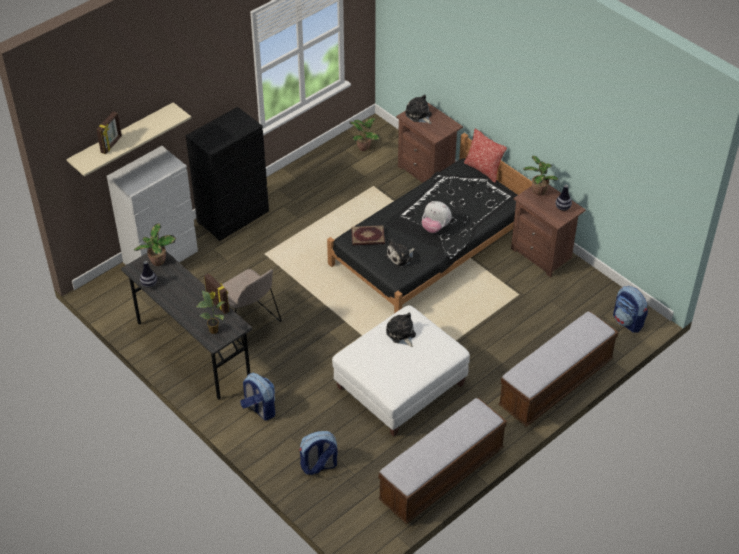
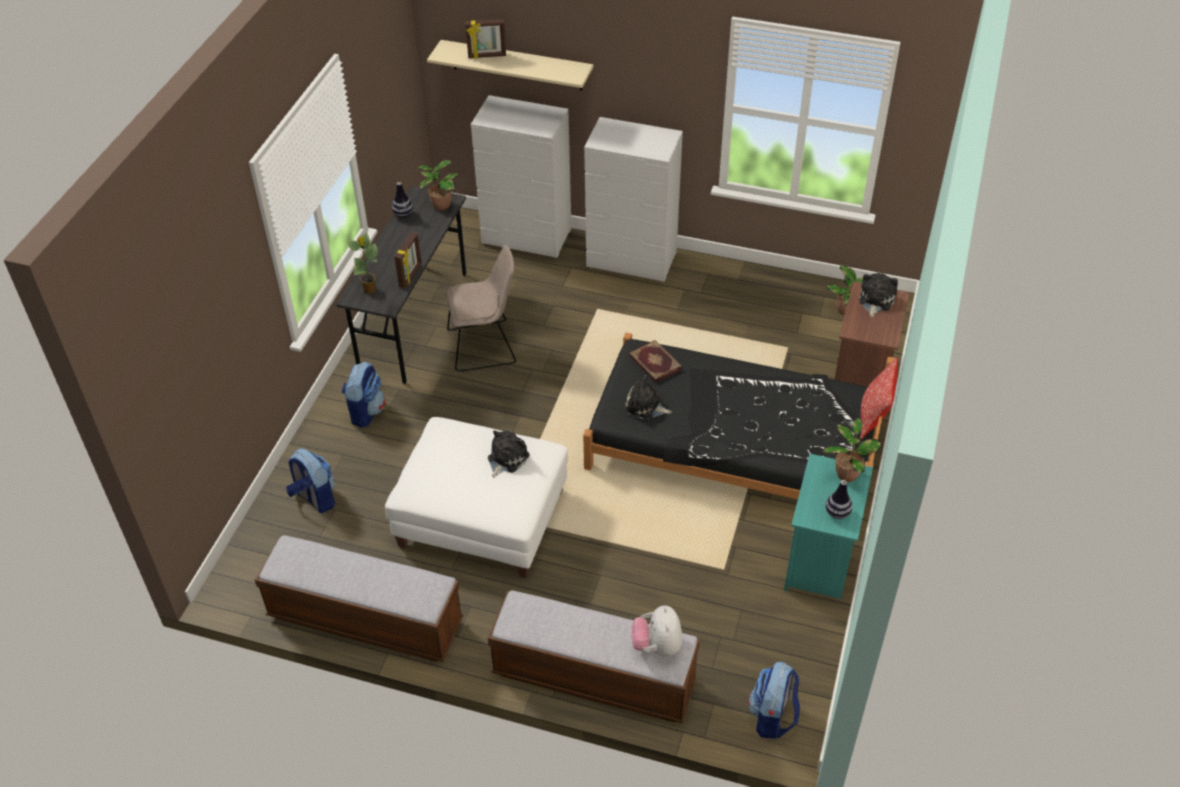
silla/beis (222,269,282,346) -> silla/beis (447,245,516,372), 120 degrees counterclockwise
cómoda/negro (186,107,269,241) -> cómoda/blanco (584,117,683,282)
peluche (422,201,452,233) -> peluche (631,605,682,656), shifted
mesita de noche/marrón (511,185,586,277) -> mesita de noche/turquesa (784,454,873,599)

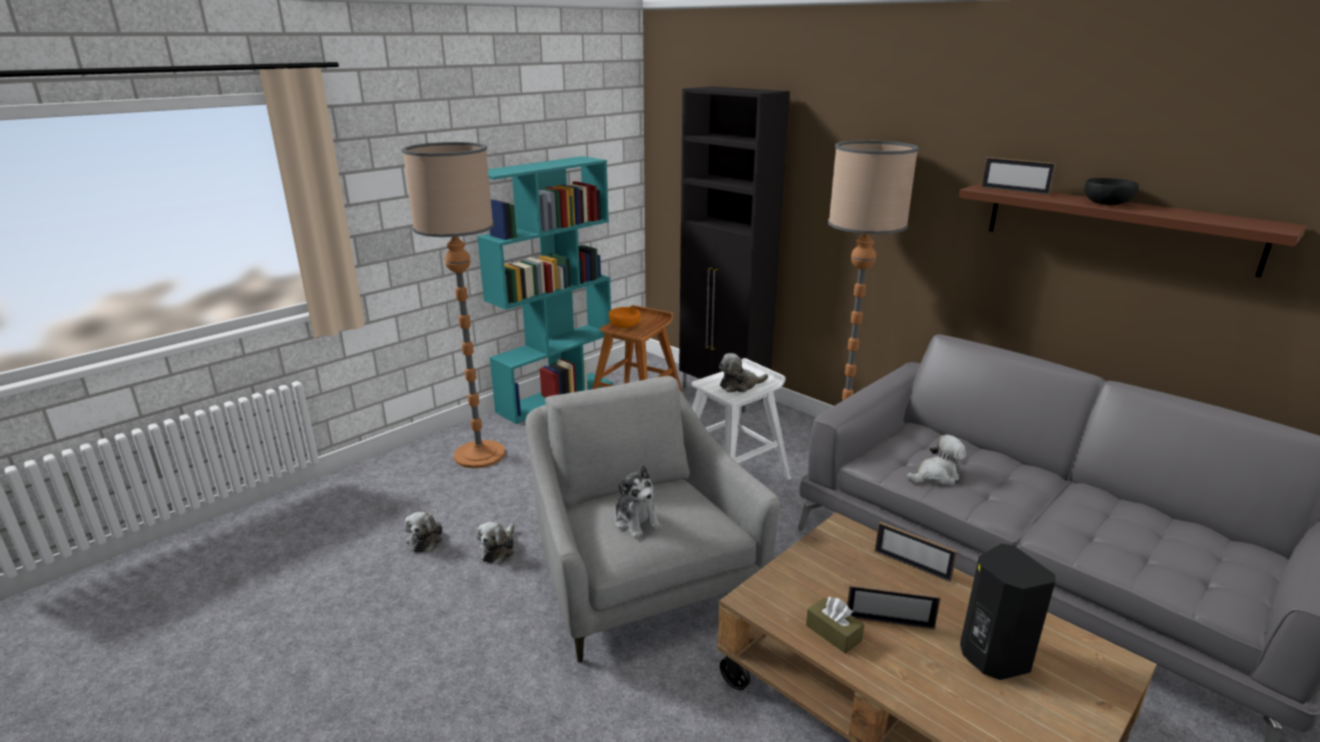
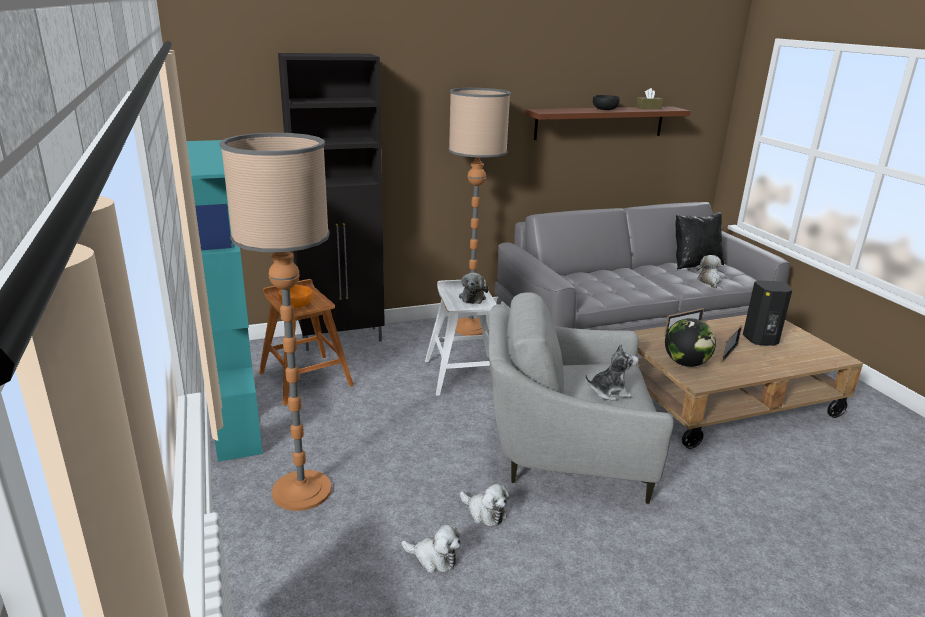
caja de pañuelos/marrón (806,597,864,654) -> caja de pañuelos/marrón (636,88,663,109), shifted
none -> globo terráqueo (665,318,716,367)
none -> cojín/negro (676,212,724,269)
peluche (907,434,966,486) -> peluche (697,255,722,288), shifted
portarretratos (981,157,1056,195) -> none

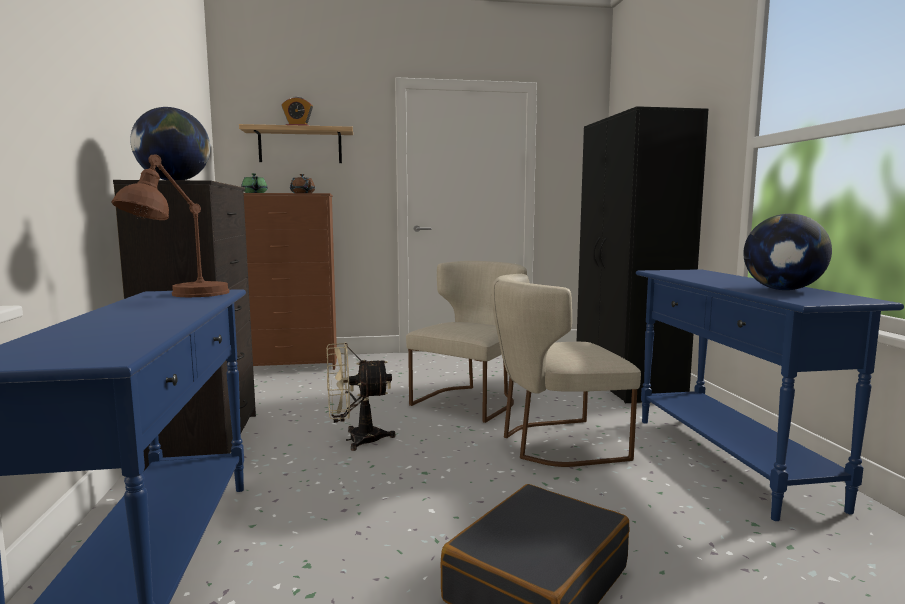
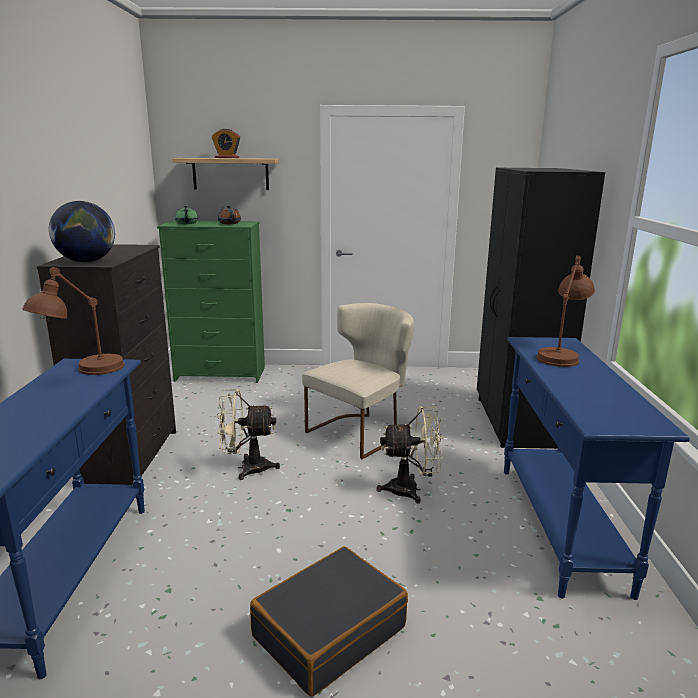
cómoda/marrón (244,193,337,370) -> cómoda/verde (157,220,265,383)
silla/beis (492,274,641,467) -> ventilador/beis (376,406,443,504)
none -> lámpara de mesa/marrón (537,255,595,367)
globo terráqueo (743,214,832,290) -> none

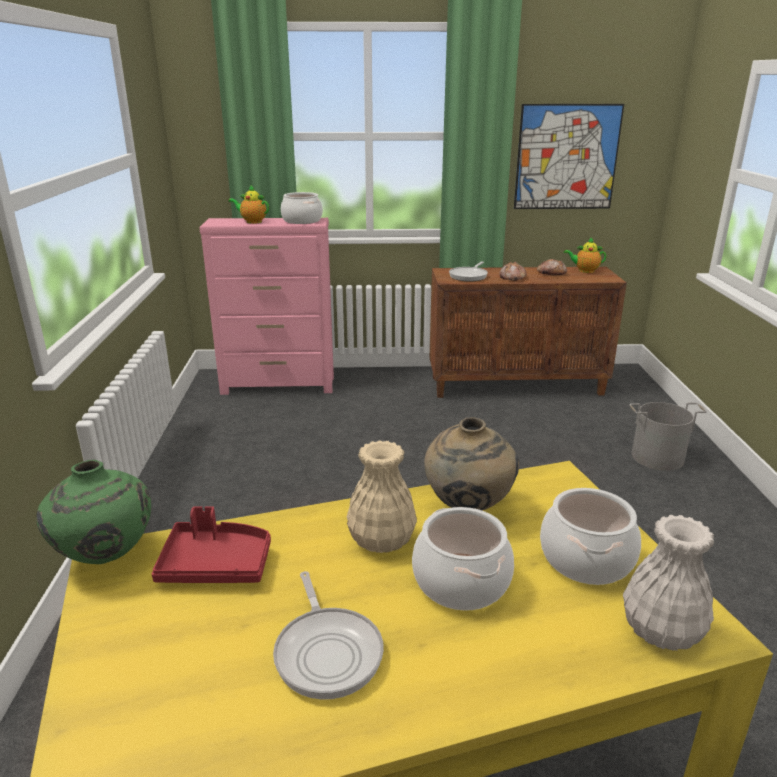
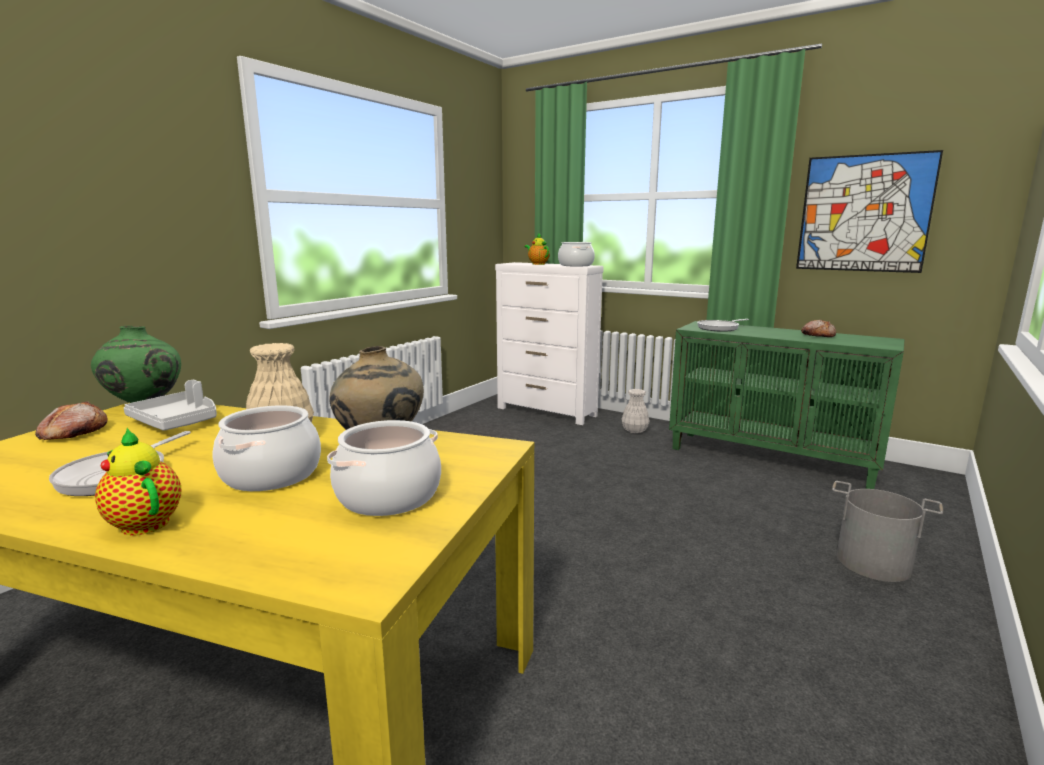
pan (500,262,527,281) -> pan (35,401,108,440), shifted
tetera (564,237,607,273) -> tetera (95,428,182,535), shifted
bandeja/rojo (152,506,271,583) -> bandeja/gris (124,380,217,431)
cómoda/rosa (199,218,334,395) -> cómoda/blanco (495,262,604,425)
florero/blanco (623,515,714,651) -> florero/blanco (621,389,650,433), shifted
armario/marrón (430,267,627,398) -> armario/verde (669,321,905,489)

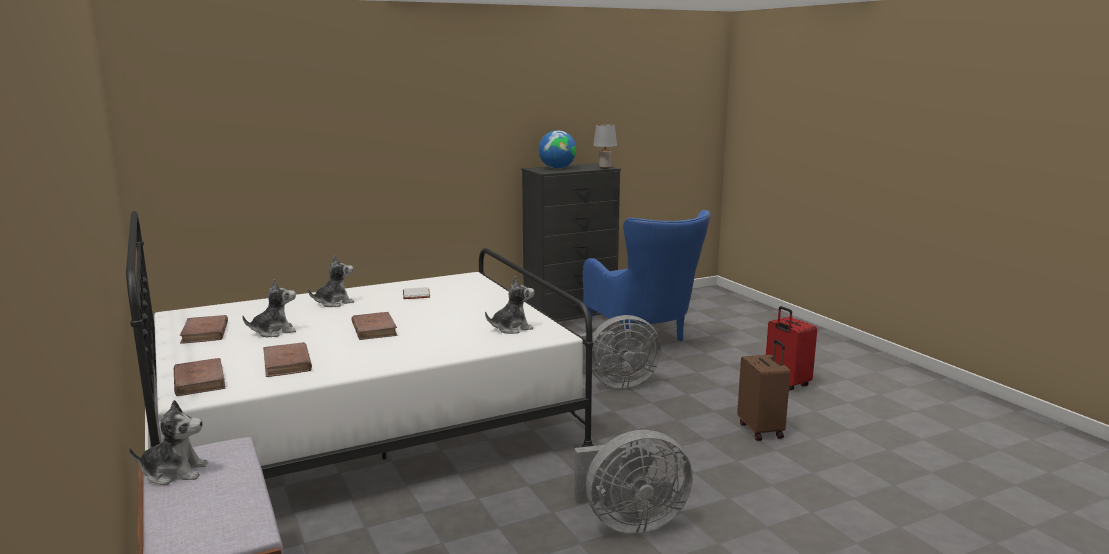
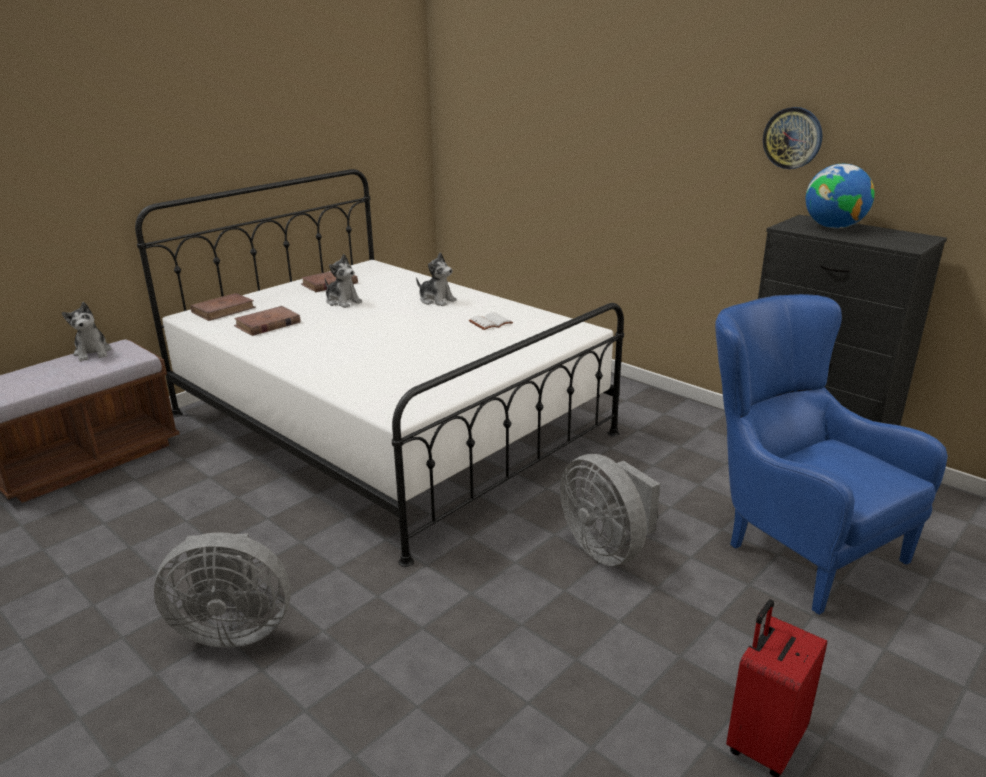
ventilador/gris (574,430,693,534) -> ventilador/gris (154,532,291,648), 60 degrees counterclockwise
sillón/azul (583,210,710,341) -> sillón/azul (715,294,948,615), 105 degrees clockwise
none -> reloj de pared (763,107,823,169)
libro/marrón (351,312,398,340) -> none
peluche (485,277,534,334) -> none
lámpara de mesa/gris (593,124,617,169) -> none
maleta/marrón (737,339,790,441) -> none

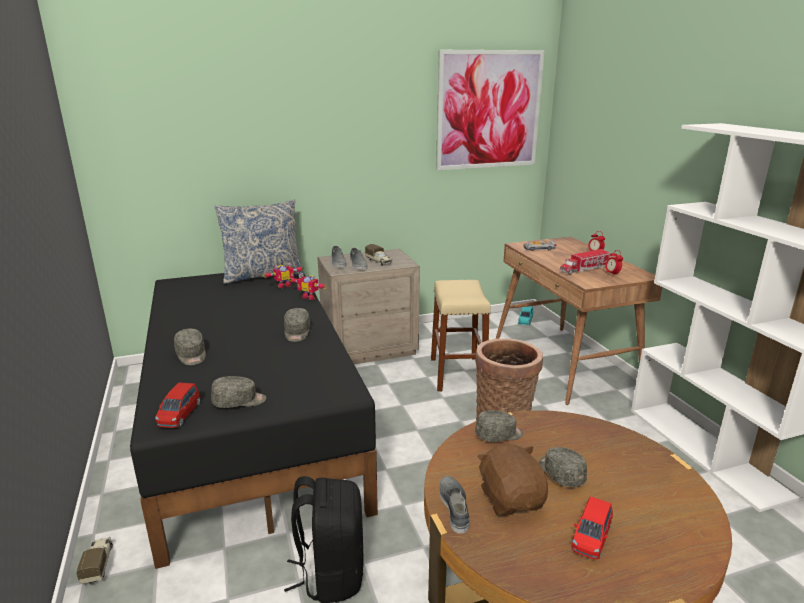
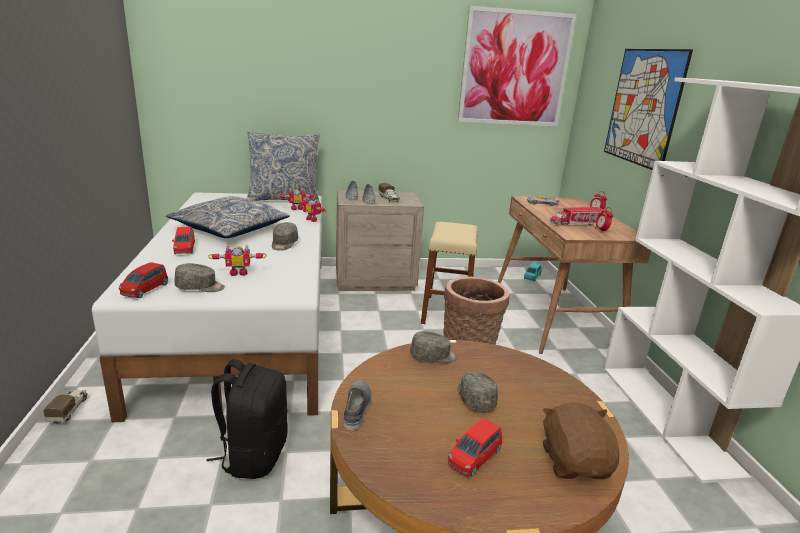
cama/negro (130,273,378,569) -> cama/blanco (92,192,322,422)
none -> cojín (166,196,290,238)
gorra/gris (174,329,206,365) -> coche de juguete/rojo (172,227,195,254)
none -> robot de juguete (208,245,267,276)
peluche/marrón (477,444,548,516) -> peluche/marrón (543,403,620,479), shifted
none -> cuadro (604,49,693,170)

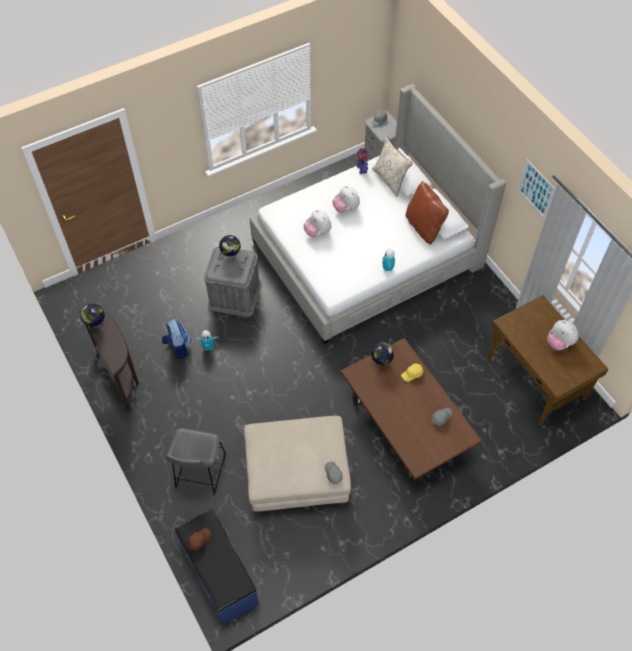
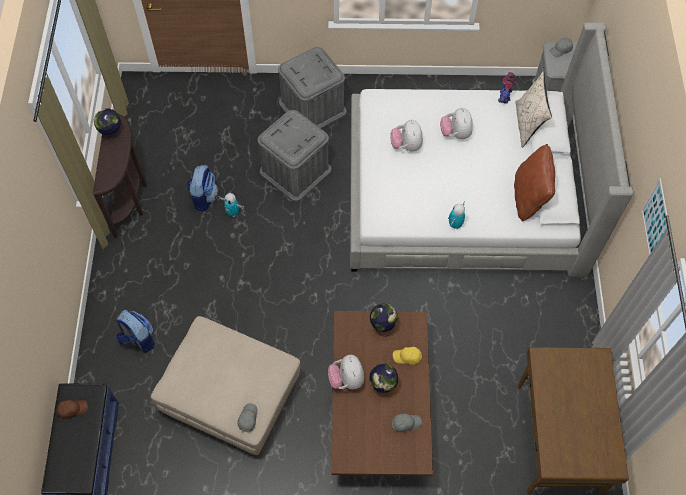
taburete/gris (165,428,226,495) -> mochila (116,310,155,353)
none -> caja de almacenaje/gris (278,47,346,129)
peluche (547,320,579,350) -> peluche (328,355,364,389), shifted
globo terráqueo (219,235,241,260) -> globo terráqueo (370,364,398,393), shifted

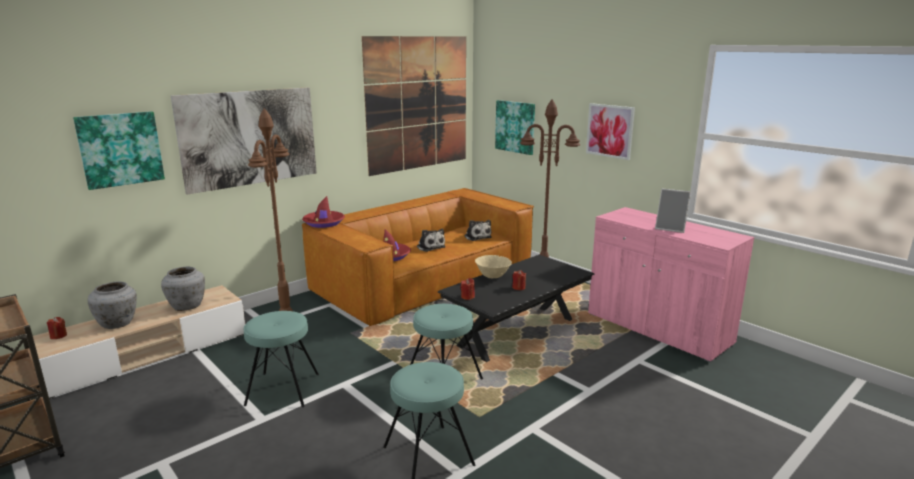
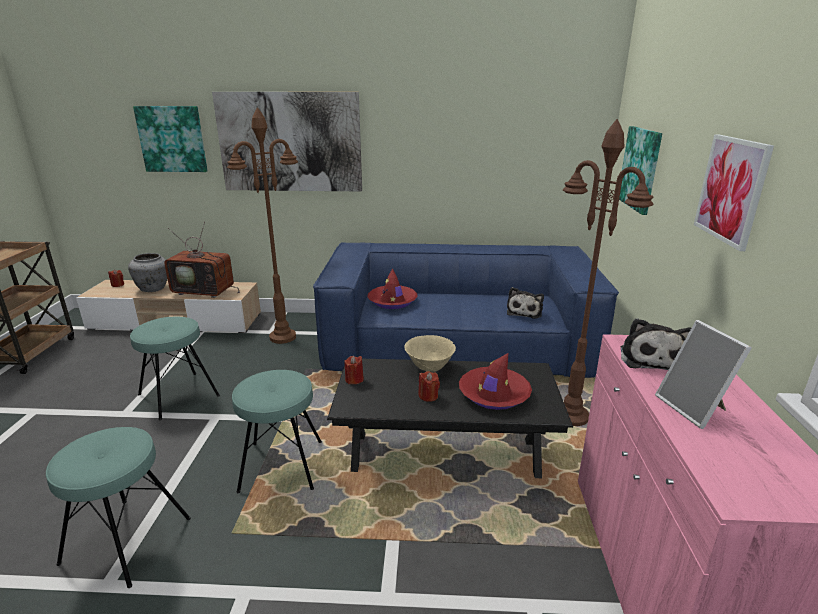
florero/gris (161,267,205,311) -> televisor (164,222,240,298)
sofá/marrón (302,188,534,326) -> sofá/azul (313,242,619,378)
sombrero/rojo (302,196,345,228) -> sombrero/rojo (459,353,532,410), shifted
peluche (416,229,446,252) -> peluche (621,318,691,370), shifted
cuadro (362,36,466,176) -> none

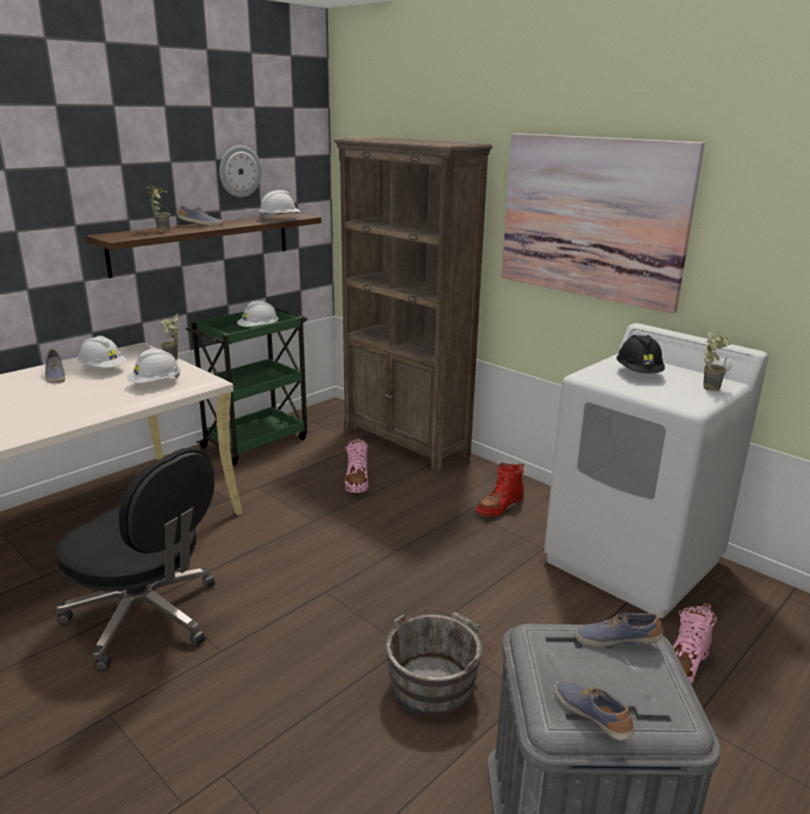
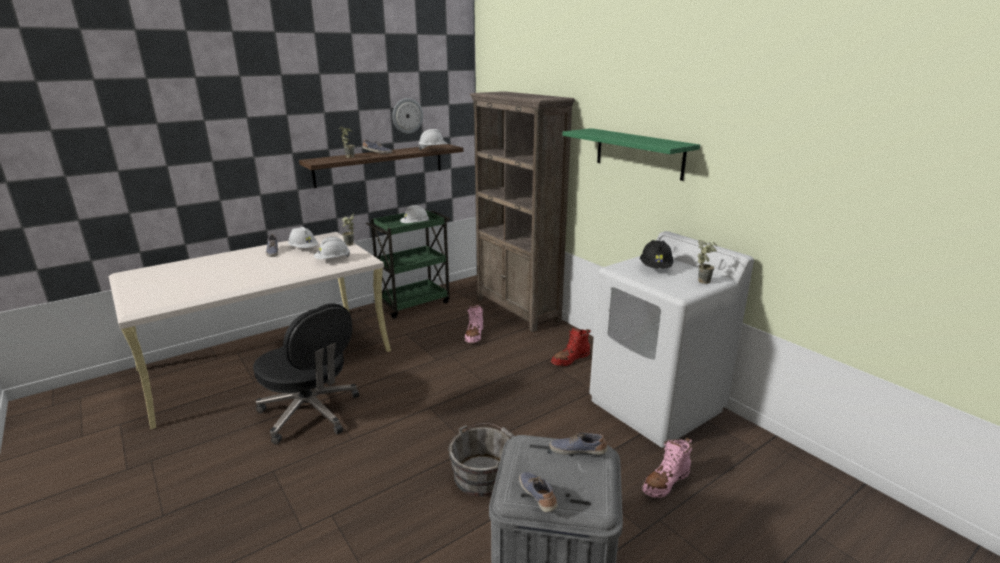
cuadro (502,133,705,314) -> estante/verde (562,128,700,181)

